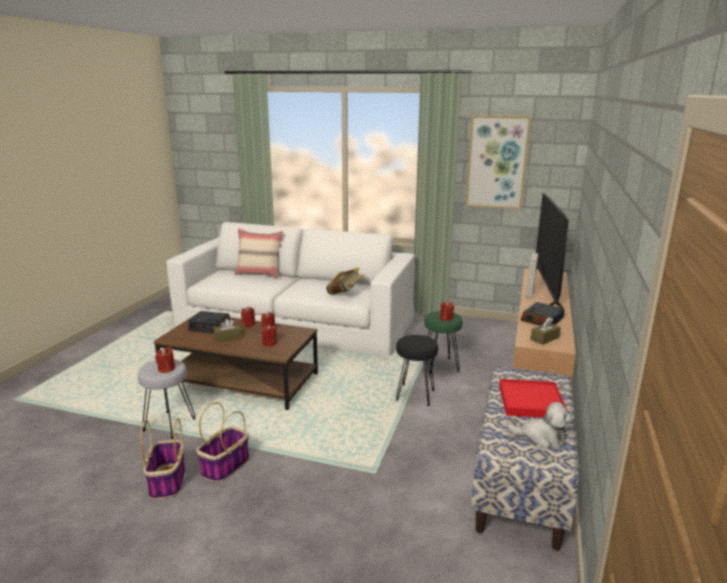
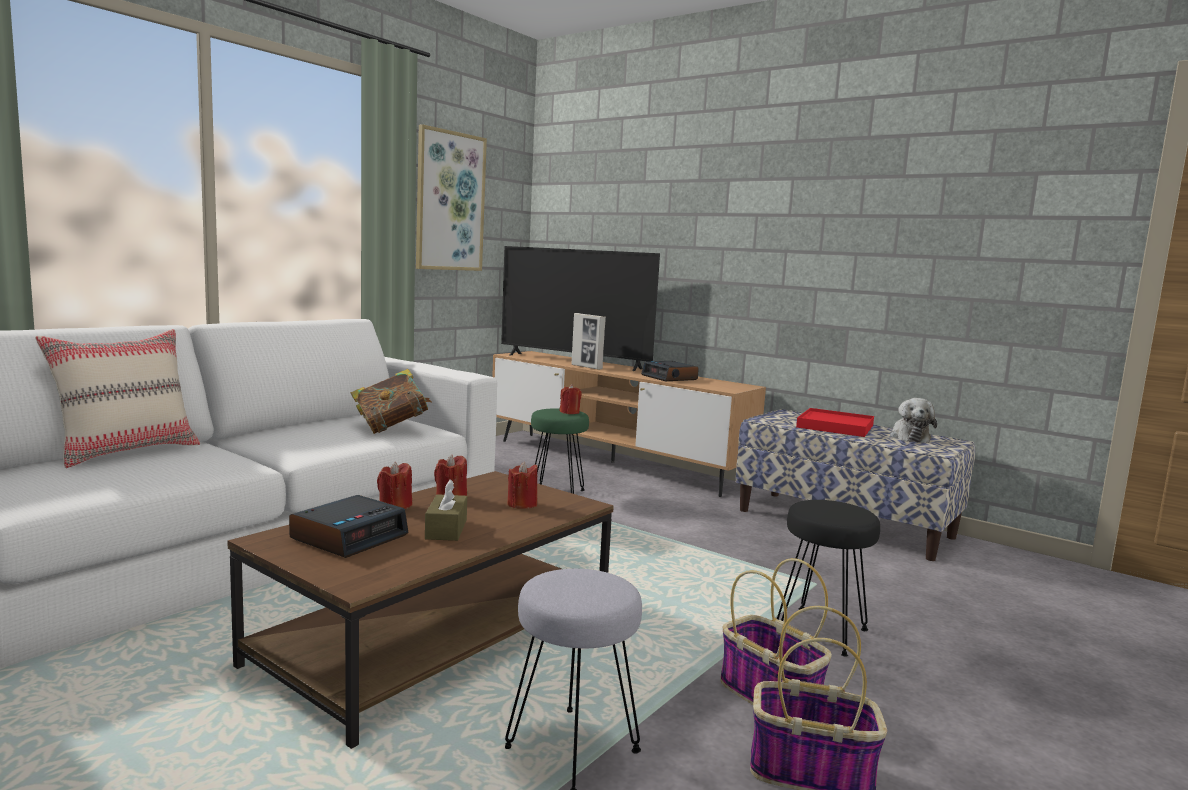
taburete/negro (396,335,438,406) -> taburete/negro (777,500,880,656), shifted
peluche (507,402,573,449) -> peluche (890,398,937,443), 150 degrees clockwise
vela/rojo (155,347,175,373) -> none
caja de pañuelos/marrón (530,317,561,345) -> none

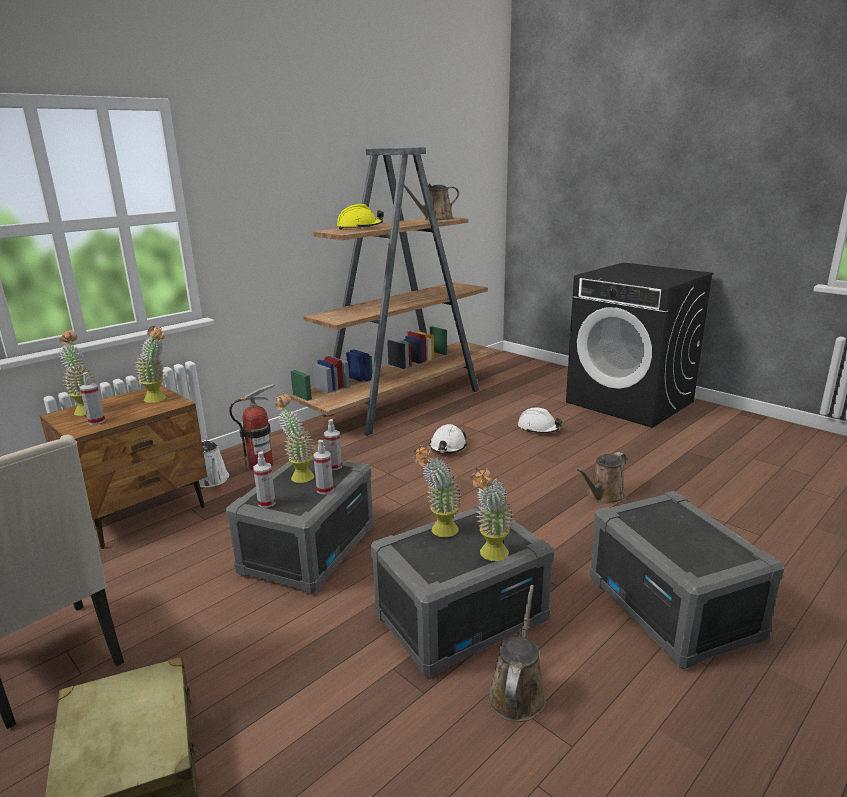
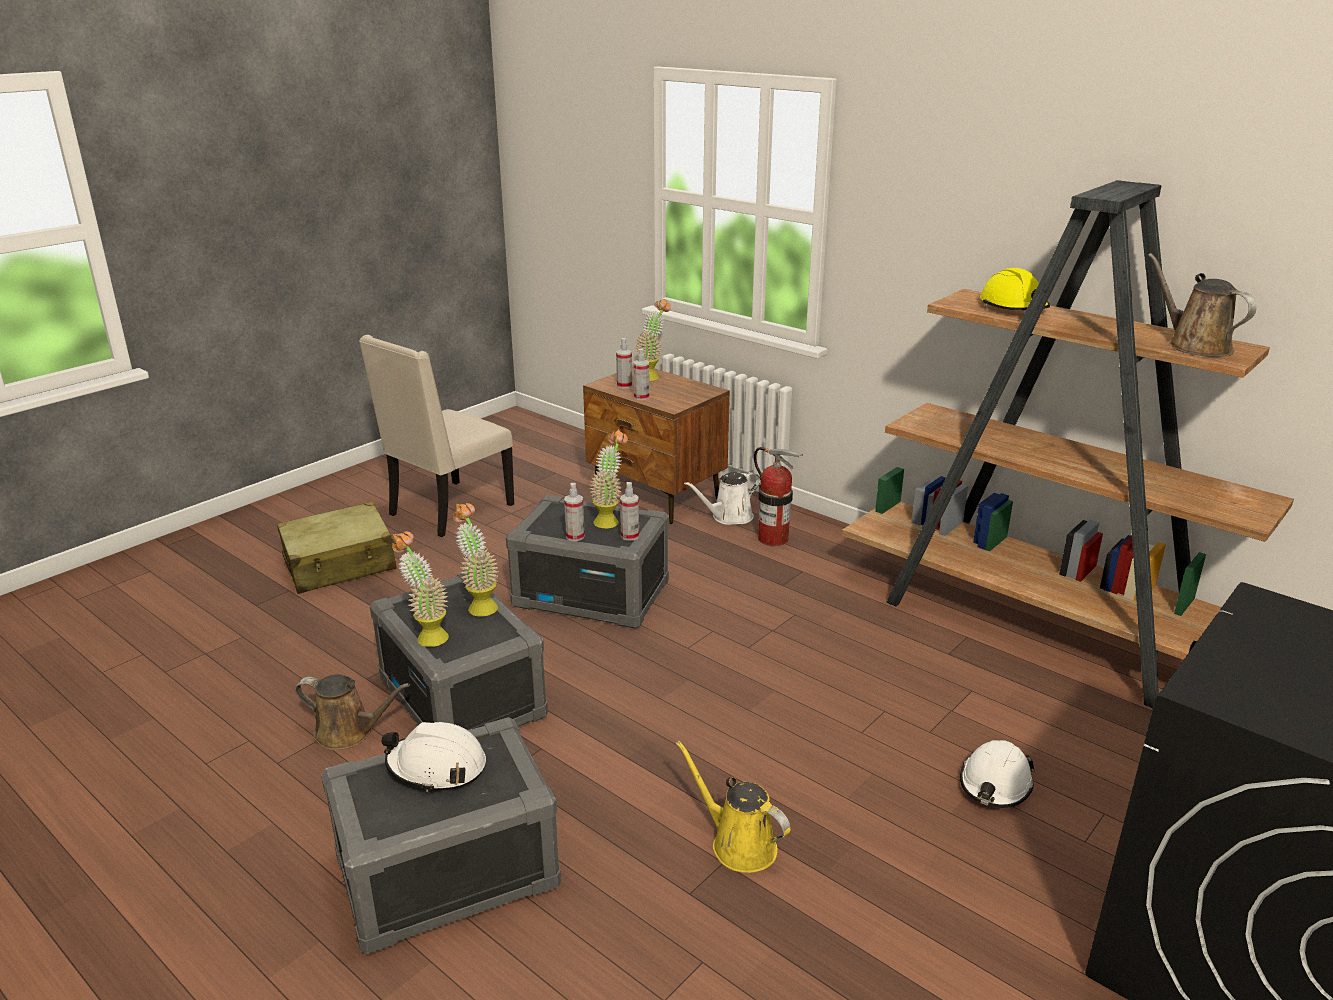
casco/blanco (429,424,467,453) -> casco/blanco (381,722,486,792), shifted
pulverizador (253,451,276,508) -> pulverizador (634,348,649,400), shifted
regadera/marrón (577,452,626,504) -> regadera/amarillo (676,741,790,873)
planta en maceta (135,326,166,403) -> none

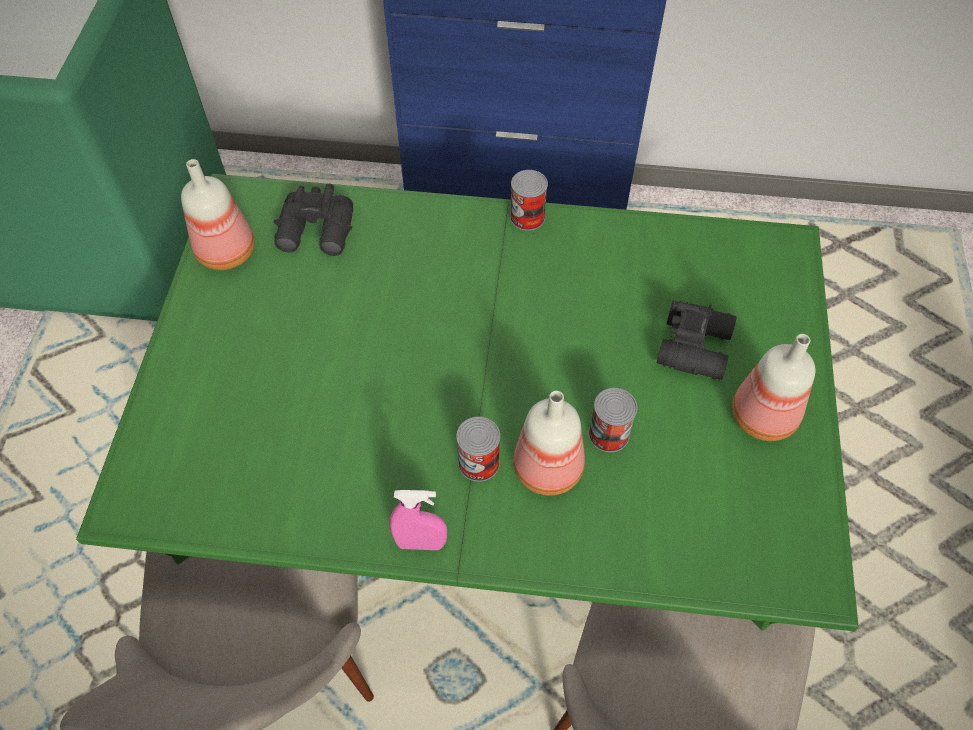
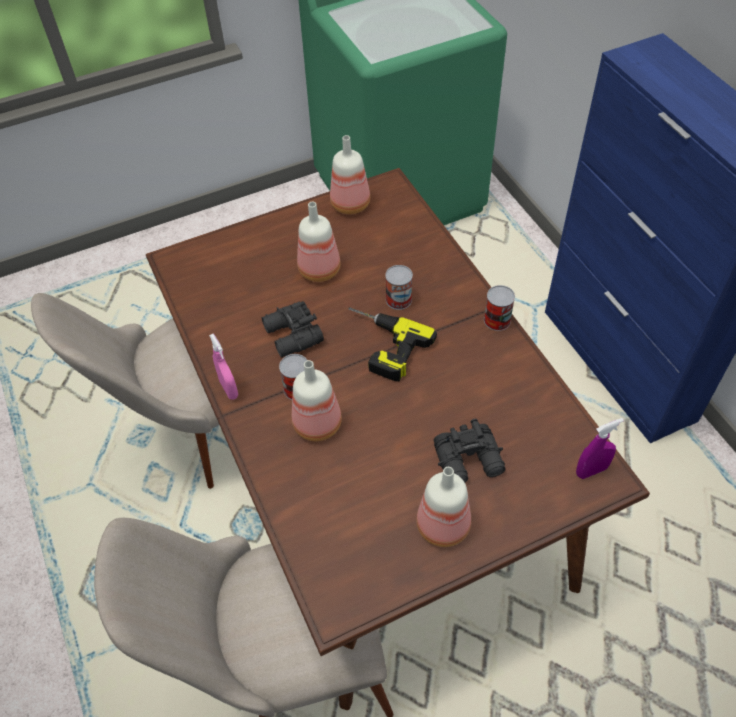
mesa de comedor/verde (76,174,859,631) -> mesa de comedor/marrón (146,168,650,710)
prismáticos/negro (274,184,353,256) -> prismáticos/negro (262,301,324,358), shifted
none -> botella (297,202,341,282)
none -> taladro (348,307,437,381)
lata (589,388,637,452) -> lata (385,265,413,310), shifted
none -> pulverizador/morado (576,418,624,479)

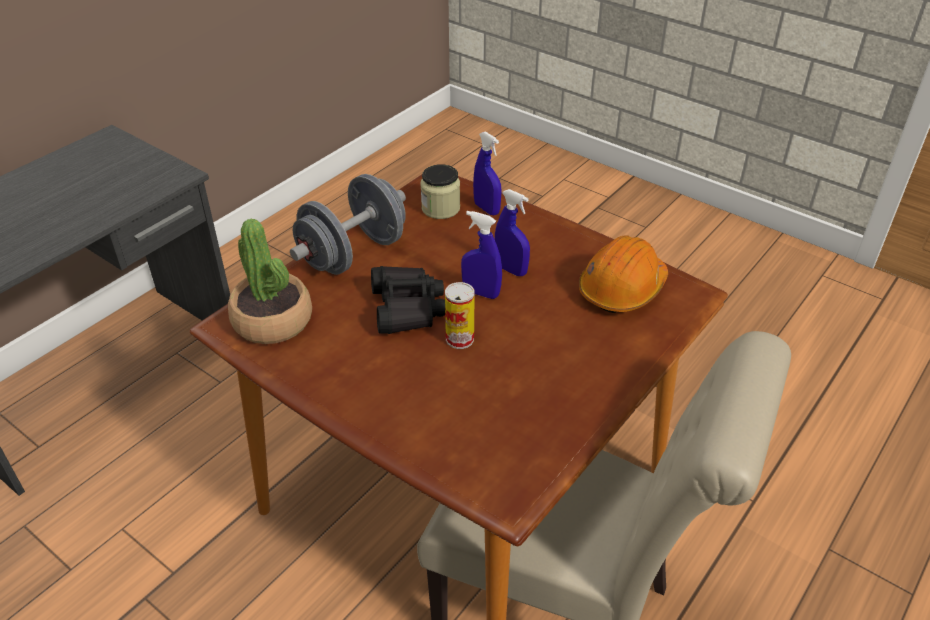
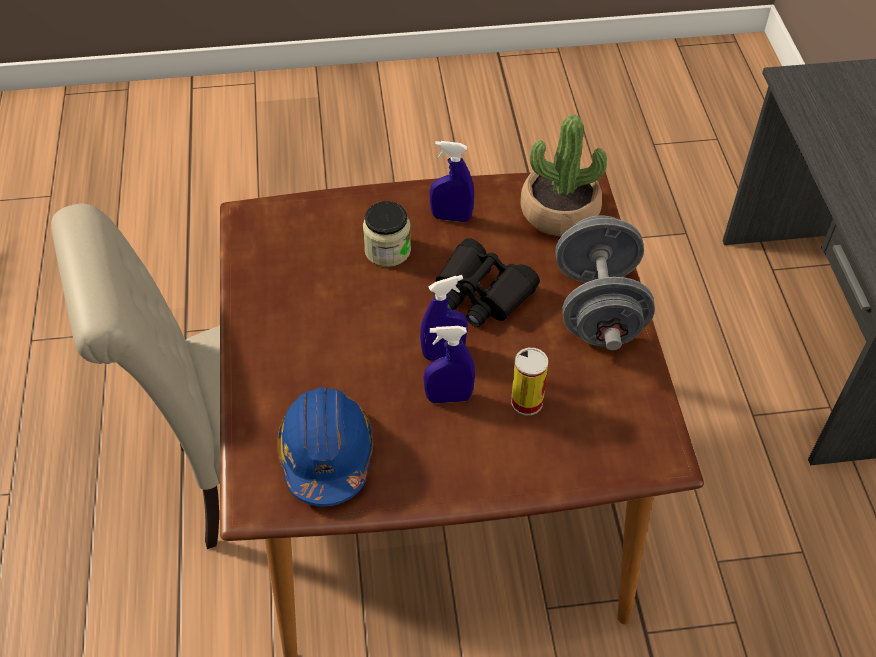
casco/naranja (579,235,668,313) -> casco/azul (277,387,373,506)
tarro (420,164,460,219) -> tarro (363,201,411,267), shifted
pulverizador/azul (473,131,502,215) -> pulverizador/azul (430,141,474,222), shifted
lata (445,282,475,349) -> lata (511,348,548,415), shifted

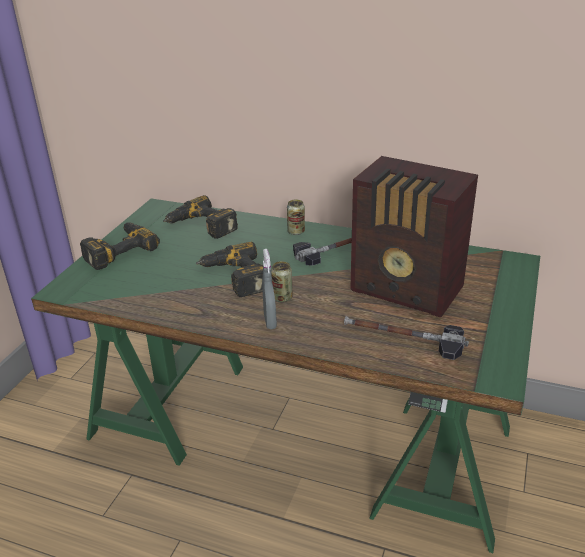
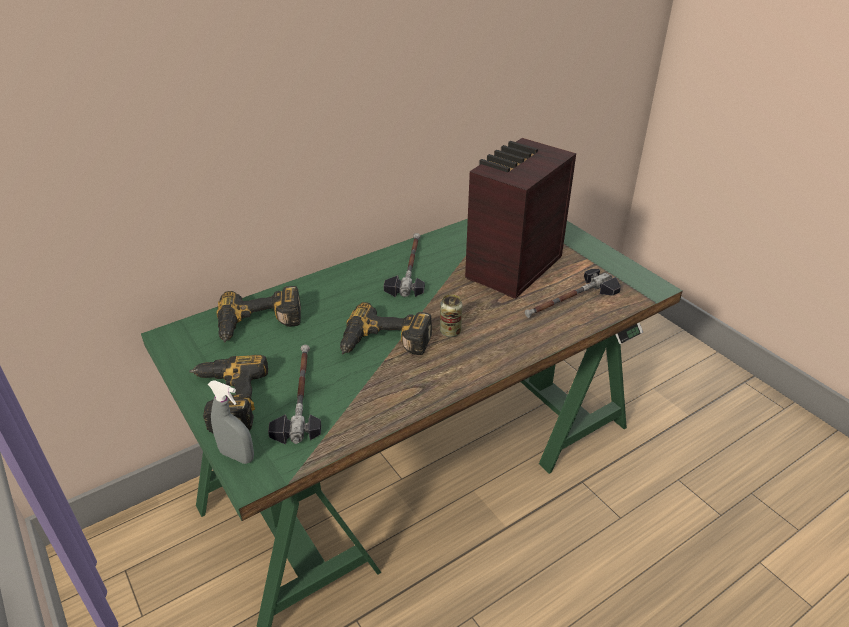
pulverizador/gris (262,249,277,329) -> pulverizador/gris (207,380,254,464), shifted
none -> martillo (268,345,321,444)
radio (350,156,478,317) -> radio (465,138,576,299), 150 degrees clockwise
lata (287,199,305,235) -> none

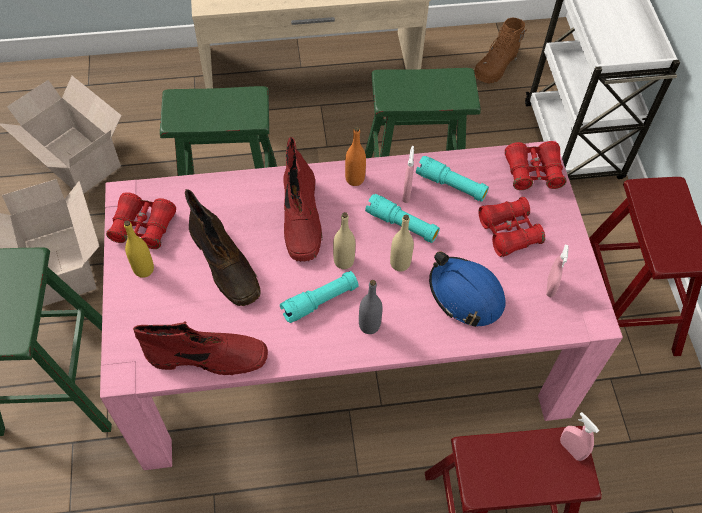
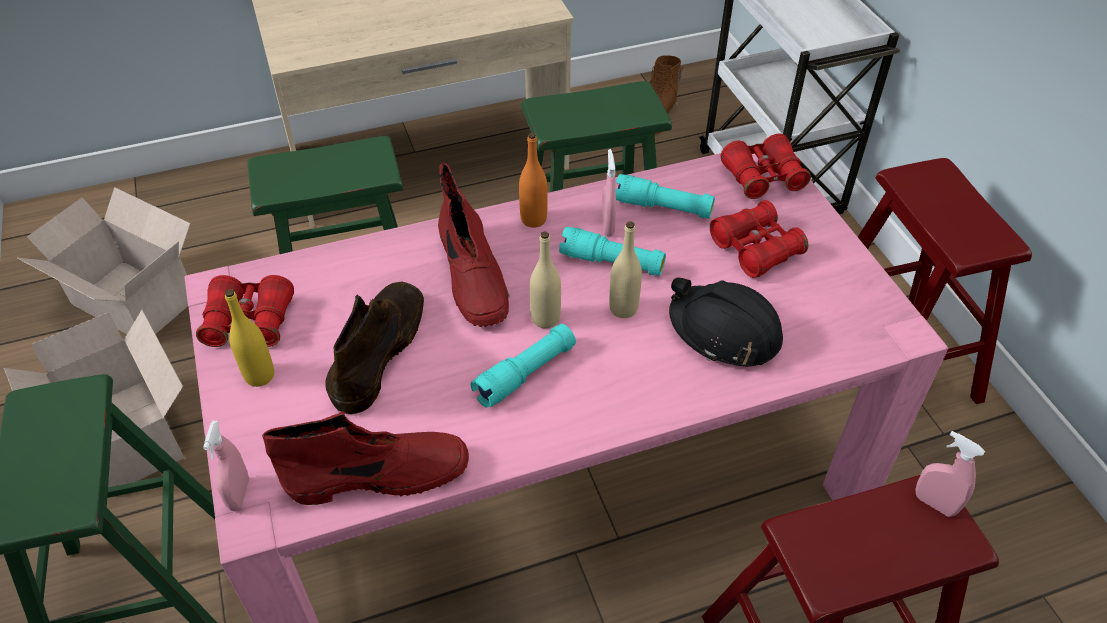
pulverizador/rosa (546,245,569,297) -> pulverizador/rosa (203,421,249,511), shifted
bota/marrón (185,189,261,306) -> bota/marrón (325,282,424,414), 120 degrees counterclockwise
casco/azul (429,251,506,327) -> casco/negro (669,277,783,366)
botella/gris (359,280,383,334) -> none

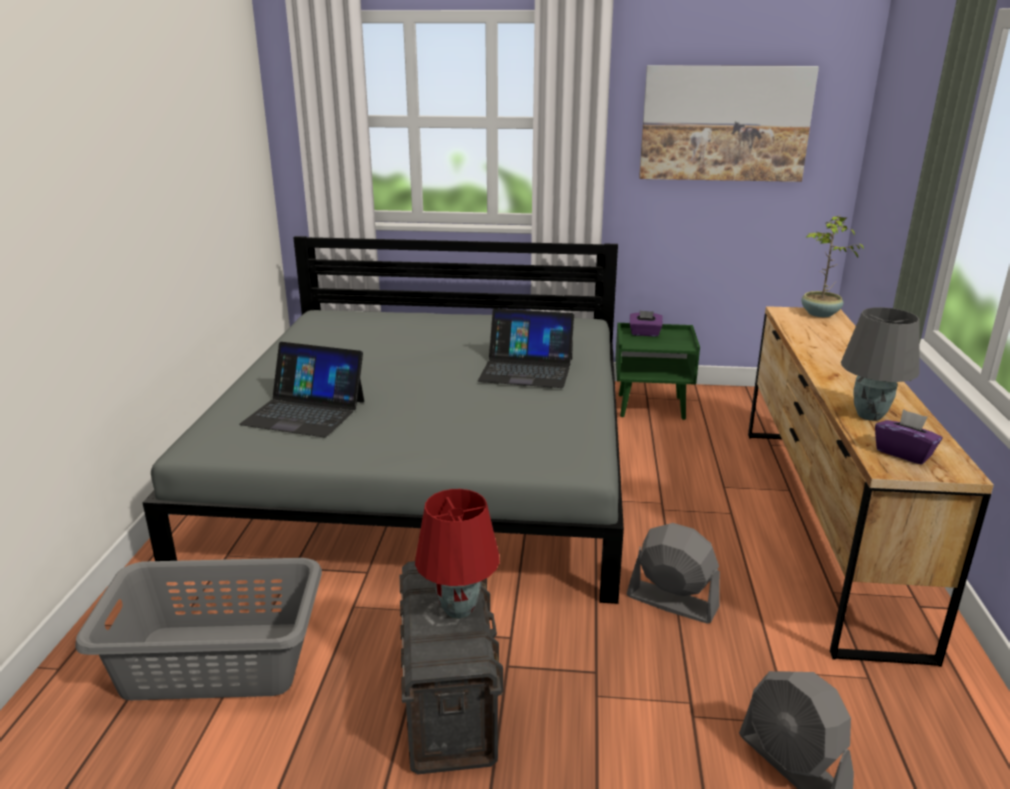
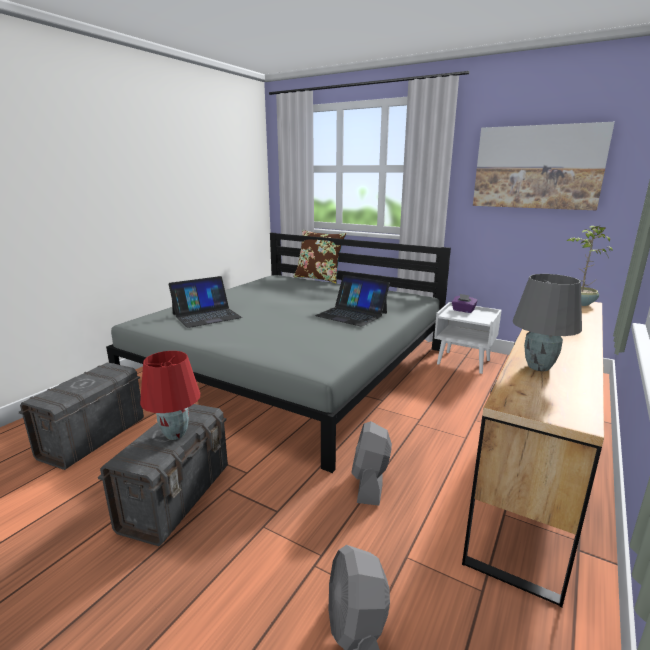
cesto de la ropa/gris (75,558,322,700) -> caja de almacenaje/gris (19,362,144,470)
portátil (239,342,364,437) -> portátil (169,276,242,328), 75 degrees counterclockwise
none -> cojín/marrón (293,230,346,283)
ventilador/gris (627,523,720,623) -> ventilador/gris (351,421,392,506), 135 degrees counterclockwise
mesita de noche/verde (615,323,700,420) -> mesita de noche/blanco (434,302,502,374)
caja de pañuelos/morado (875,409,943,465) -> none

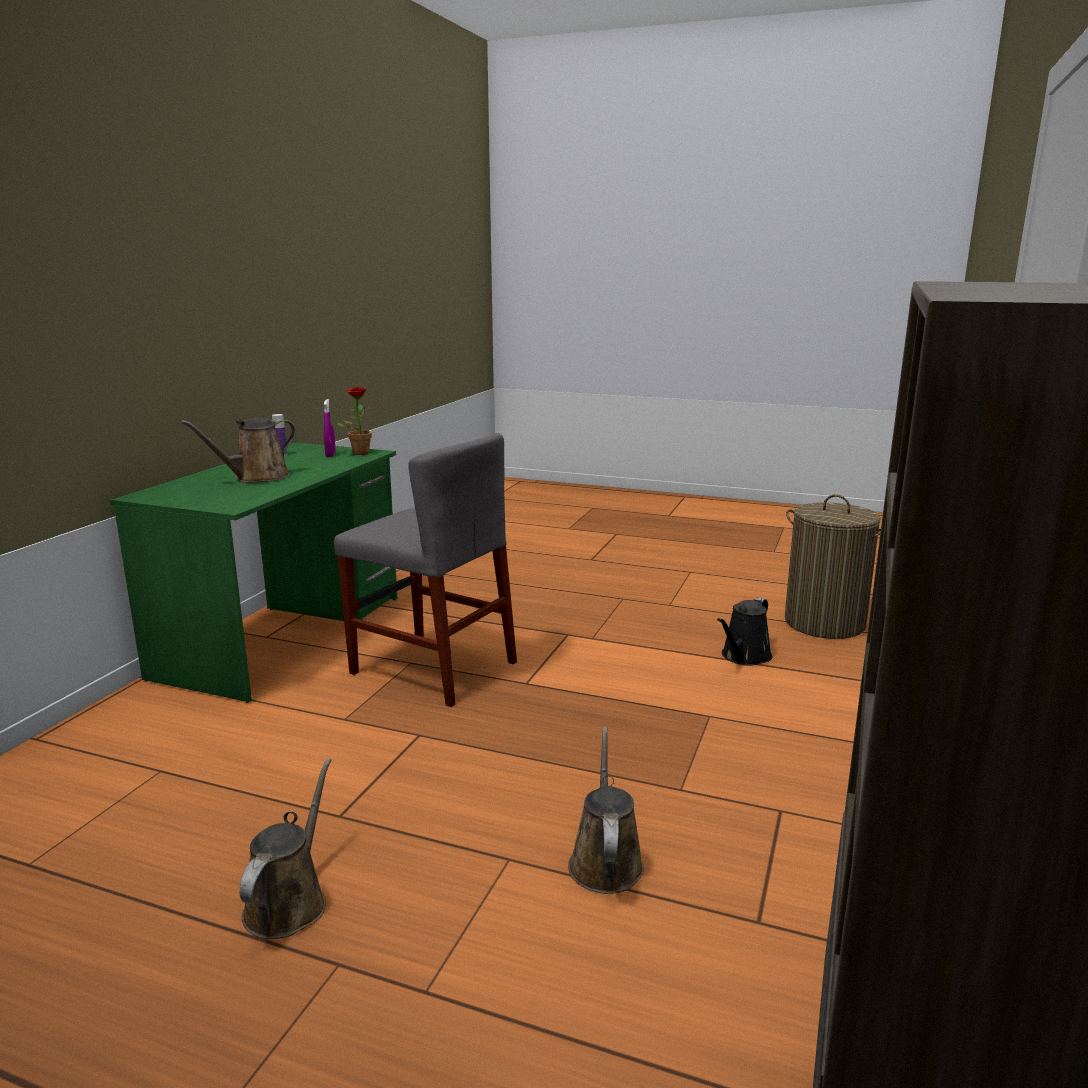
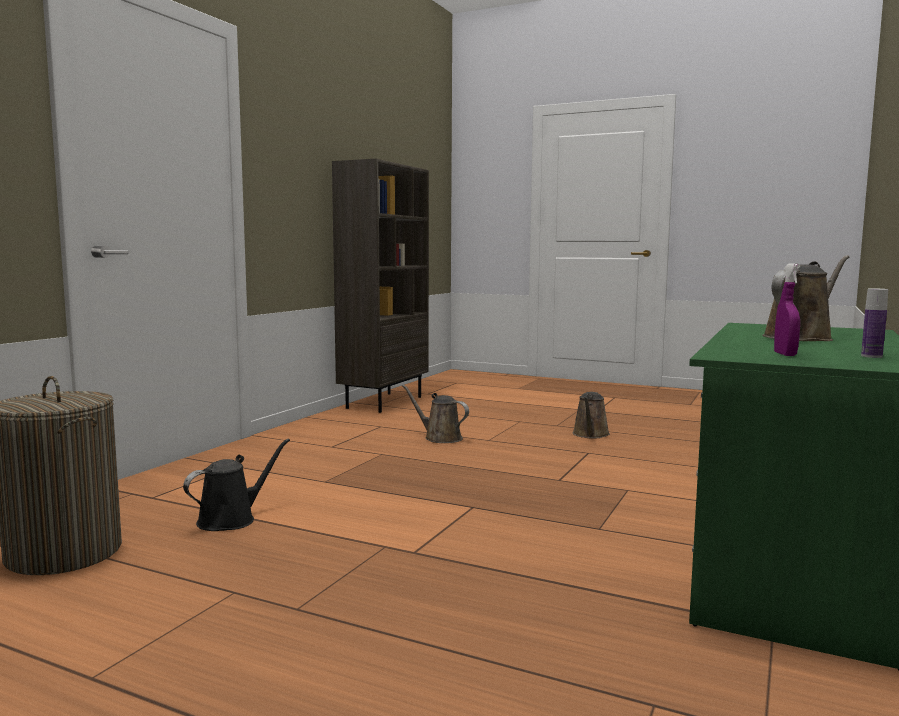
regadera/marrón (568,727,644,894) -> regadera/marrón (402,385,469,443), 120 degrees clockwise
silla/gris (334,433,517,707) -> none
planta en maceta (338,386,372,455) -> none

